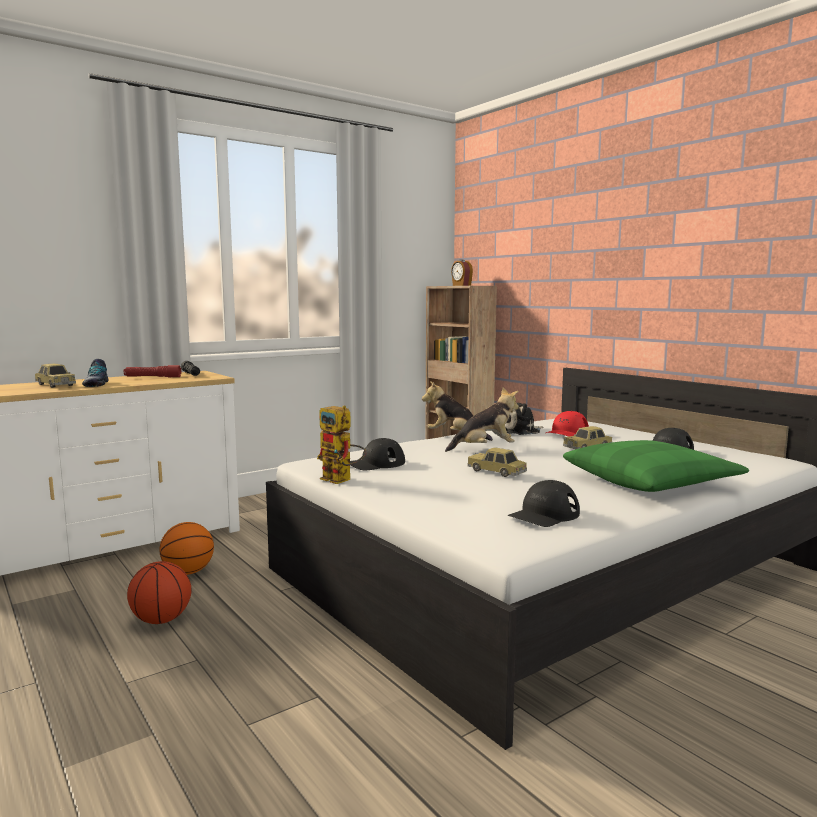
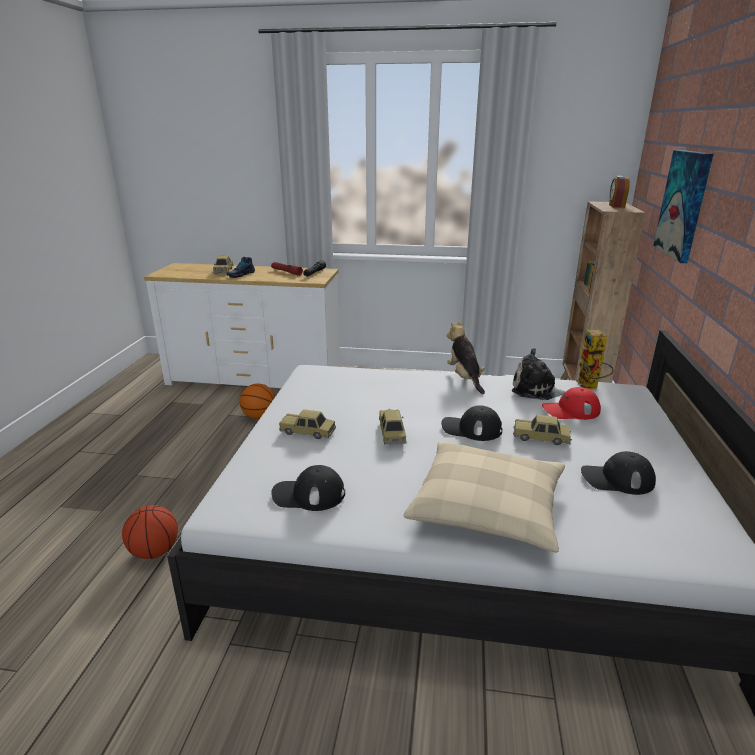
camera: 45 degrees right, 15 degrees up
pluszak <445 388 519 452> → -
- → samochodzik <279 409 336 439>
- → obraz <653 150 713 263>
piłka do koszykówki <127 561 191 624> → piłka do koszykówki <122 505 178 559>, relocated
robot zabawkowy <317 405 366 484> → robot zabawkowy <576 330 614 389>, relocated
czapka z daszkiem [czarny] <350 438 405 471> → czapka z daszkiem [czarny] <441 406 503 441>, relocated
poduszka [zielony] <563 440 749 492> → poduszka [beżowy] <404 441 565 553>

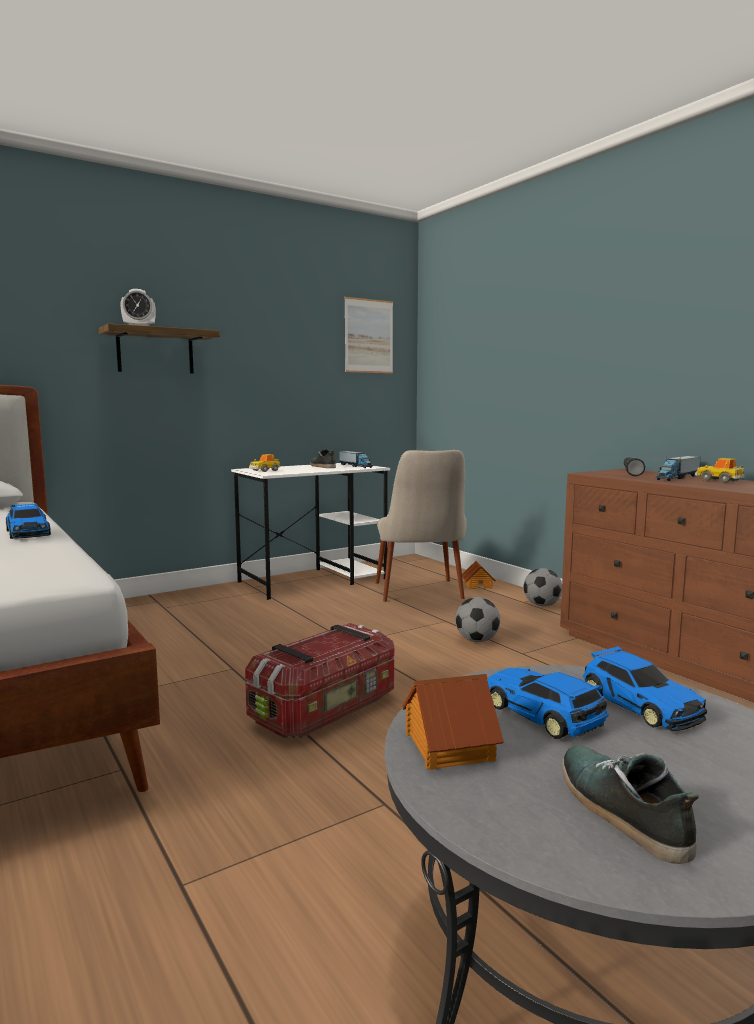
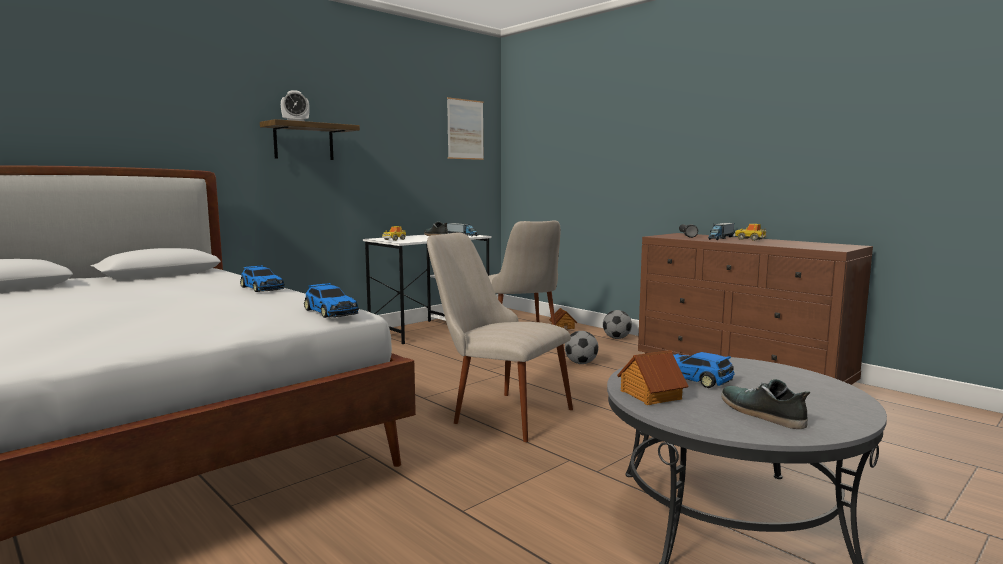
camera: 10 degrees left, 0 degrees up
samochodzik <583 646 707 731> → samochodzik <304 283 359 318>, relocated
pojemnik do przechowywania <245 623 394 738> → krzesło [beżowy] <427 233 573 442>

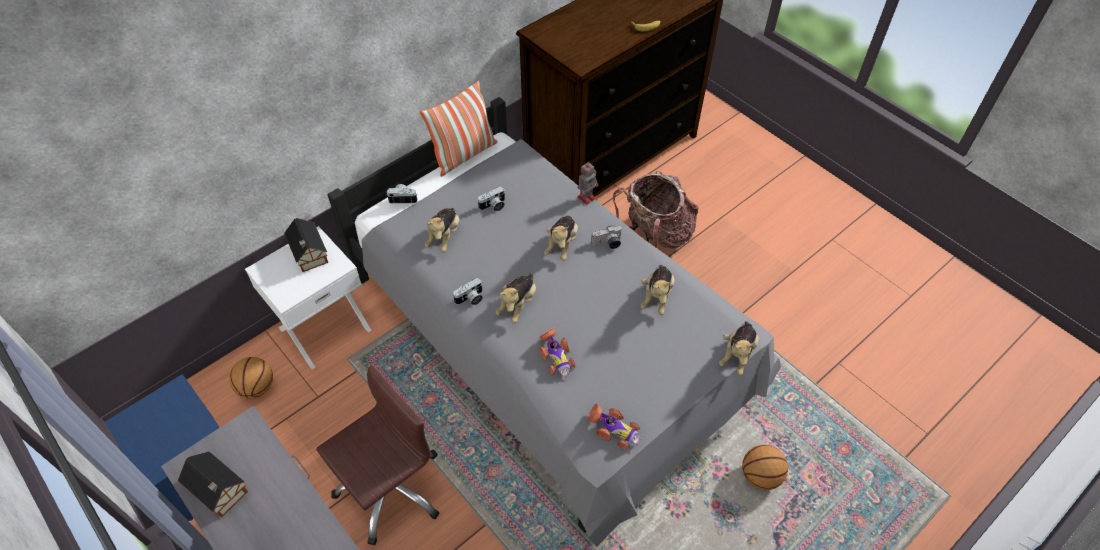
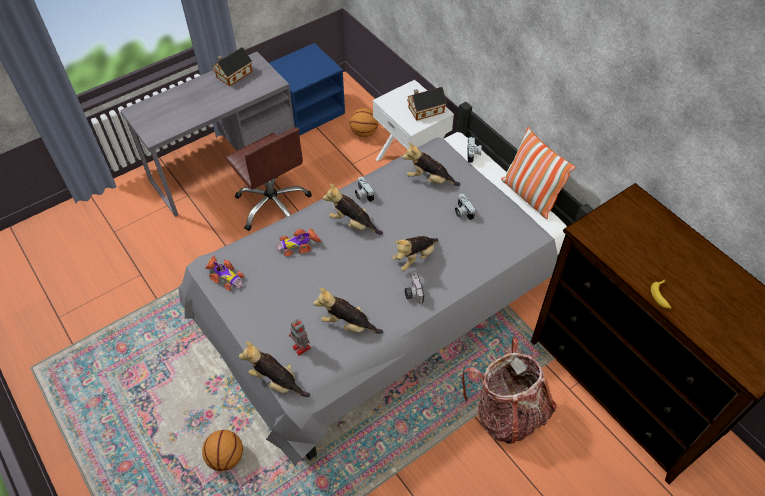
camera: 95 degrees right, 0 degrees up
robot zabawkowy <577 162 599 205> → robot zabawkowy <289 318 311 356>, relocated
pluszak <544 215 578 261> → pluszak <392 236 438 271>, 60 degrees counterclockwise
samochodzik <588 404 642 450> → samochodzik <205 255 245 291>, 90 degrees counterclockwise

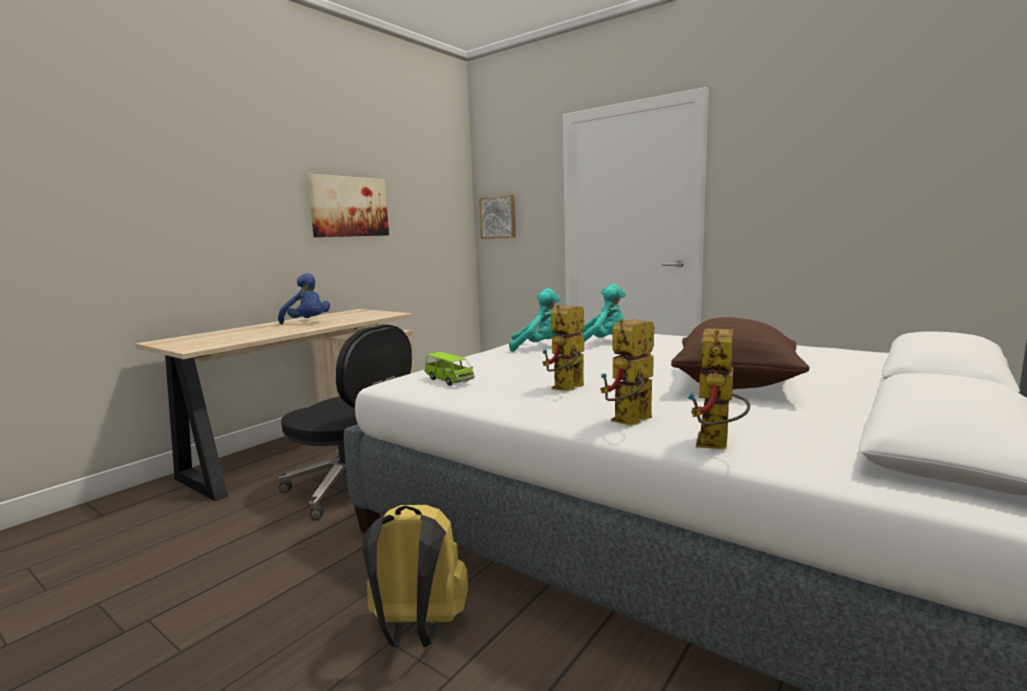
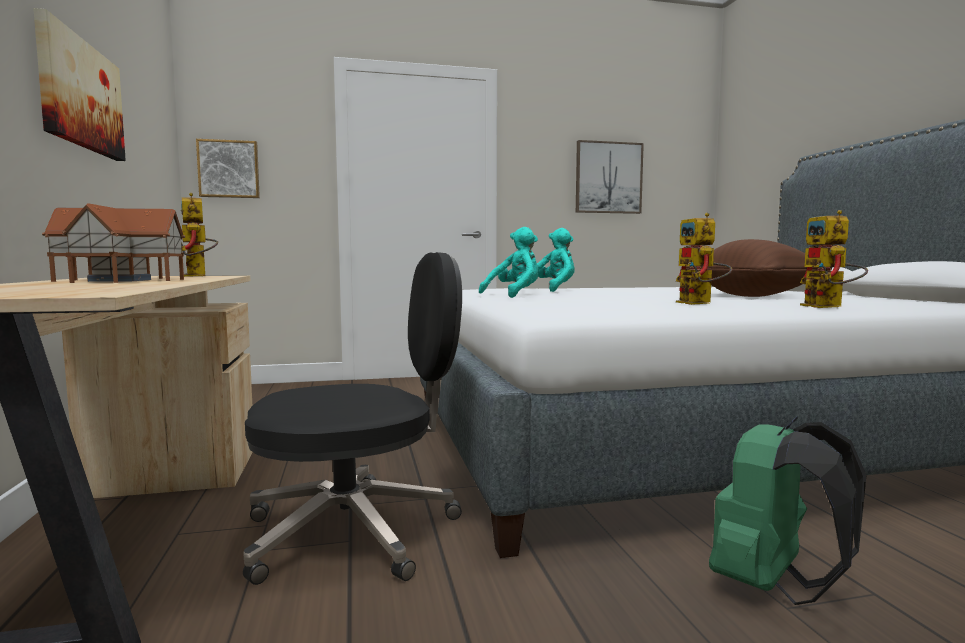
camera: 50 degrees left, 5 degrees down
samochodzik [zielony] <424 352 475 386> → -
- → obraz <576 140 644 214>
robot zabawkowy <687 329 750 449> → robot zabawkowy <181 193 218 277>, relocated
pluszak [niebieski] <278 273 330 324> → domek <42 203 185 283>
plecak [żółty] <363 505 468 647> → plecak [zielony] <709 417 866 605>

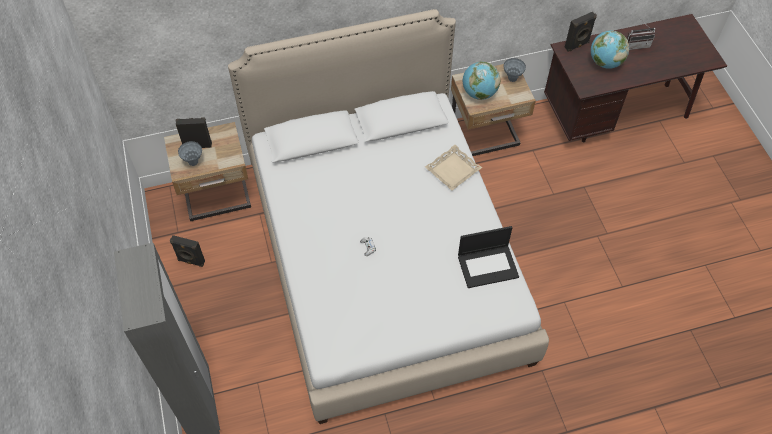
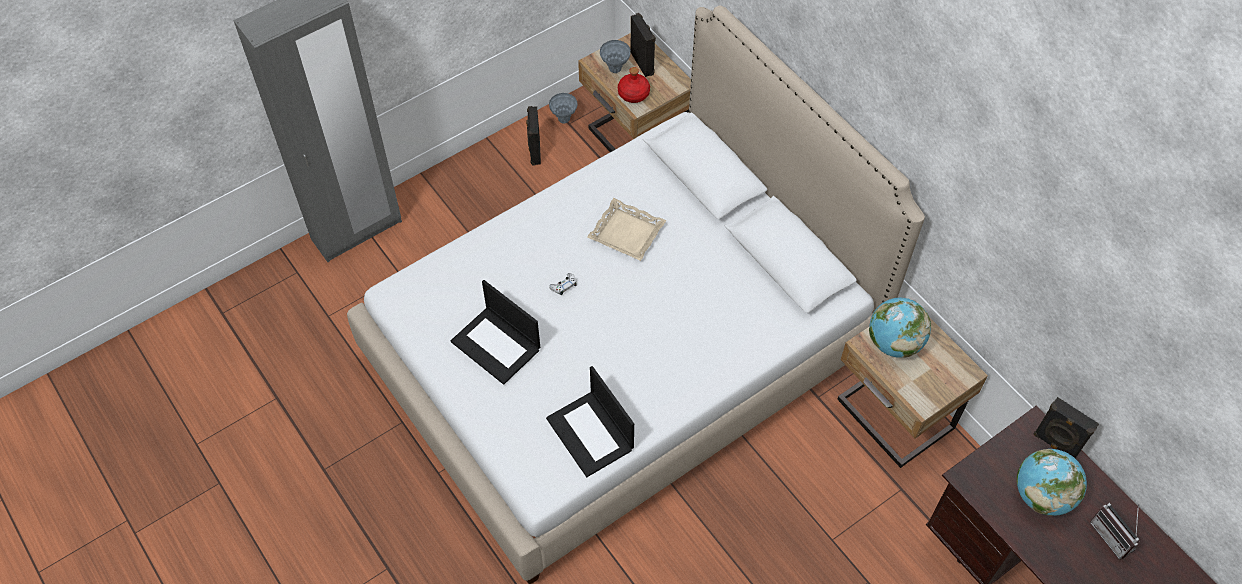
camera: 70 degrees right, 0 degrees up
- → laptop <451 280 540 385>
- → butelka [czerwony] <618 67 650 103>
taca [beżowy] <425 145 482 191> → taca [beżowy] <587 198 666 261>, relocated
wazon [szary] <504 58 526 82> → wazon [szary] <549 93 578 123>, relocated

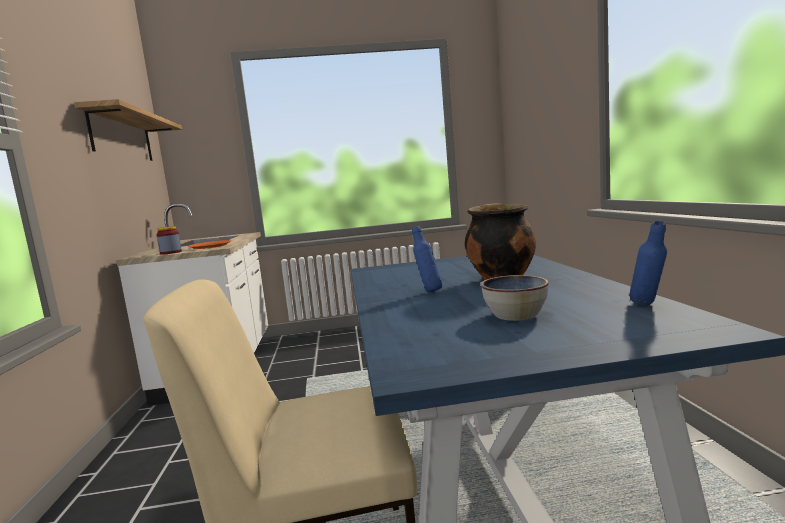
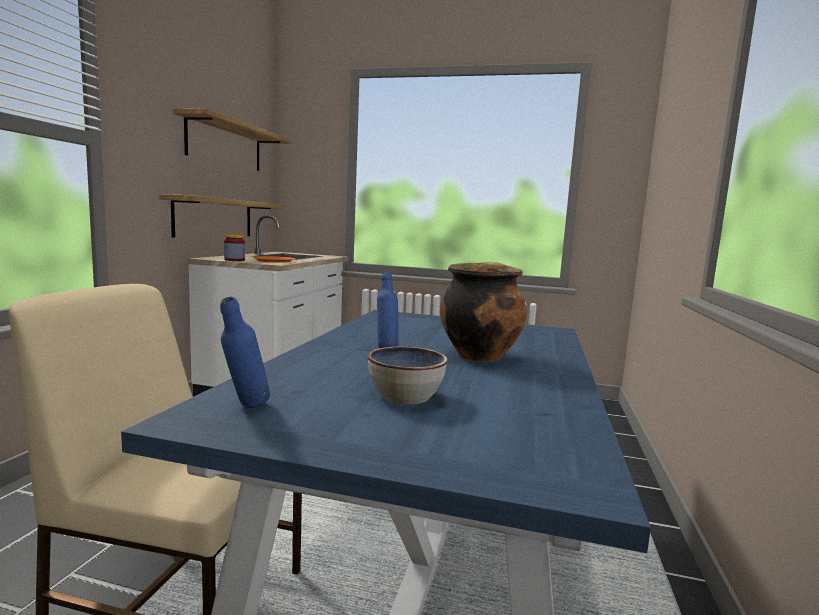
camera: 20 degrees right, 0 degrees up
- → półka <159 194 282 237>
butelka [niebieski] <630 221 667 305> → butelka [niebieski] <220 297 270 408>, relocated

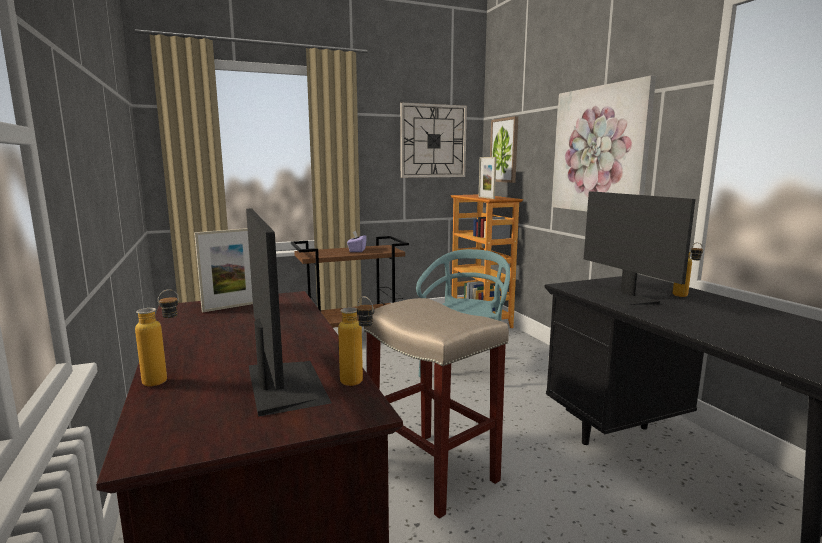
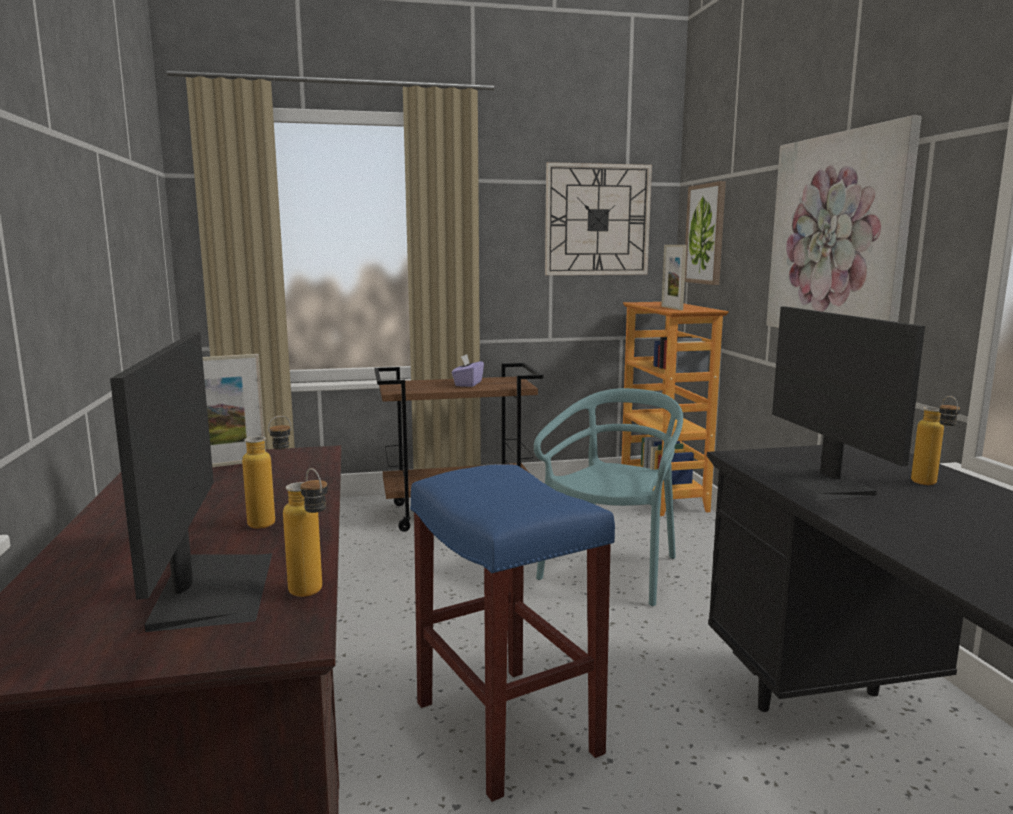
camera: 10 degrees right, 0 degrees up
butelka <135 289 179 386> → butelka <242 416 292 529>, relocated
stołek [beżowy] <364 298 509 519> → stołek [niebieski] <410 464 615 802>

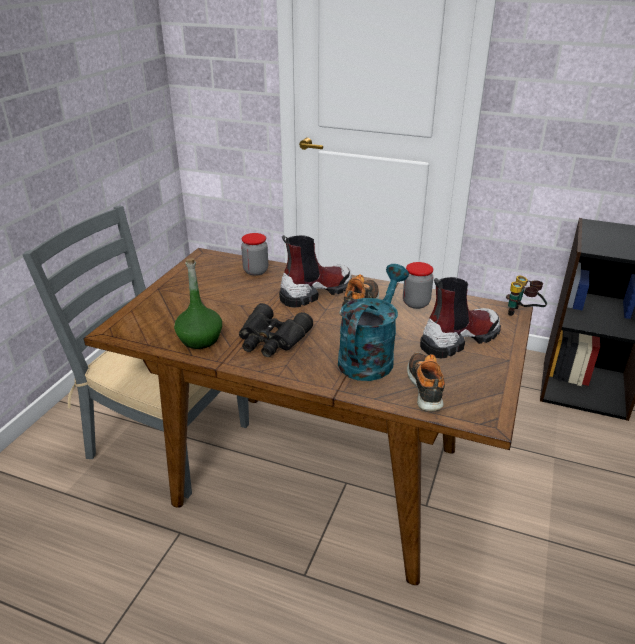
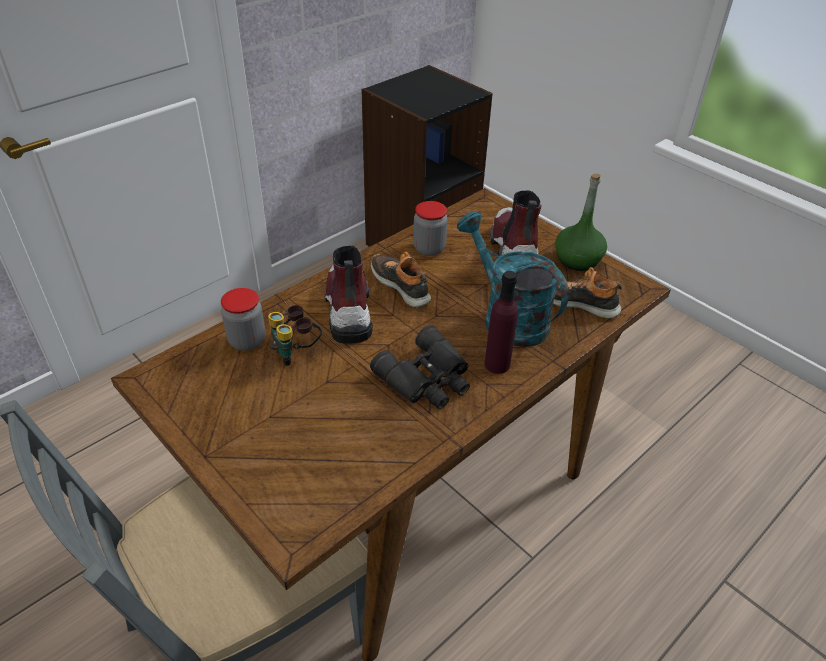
camera: 65 degrees left, 10 degrees up
- → butelka [fioletowy] <485 271 518 374>
butelka [zielony] <174 258 222 349> → butelka [zielony] <555 174 607 271>, relocated
lornetka <506 276 547 316> → lornetka <268 305 322 366>, relocated

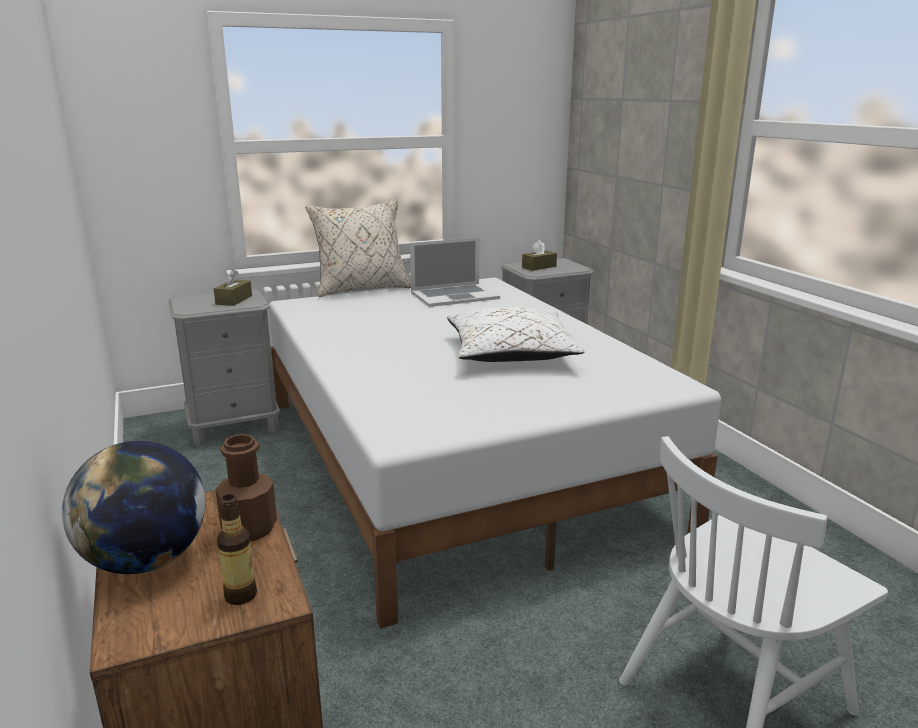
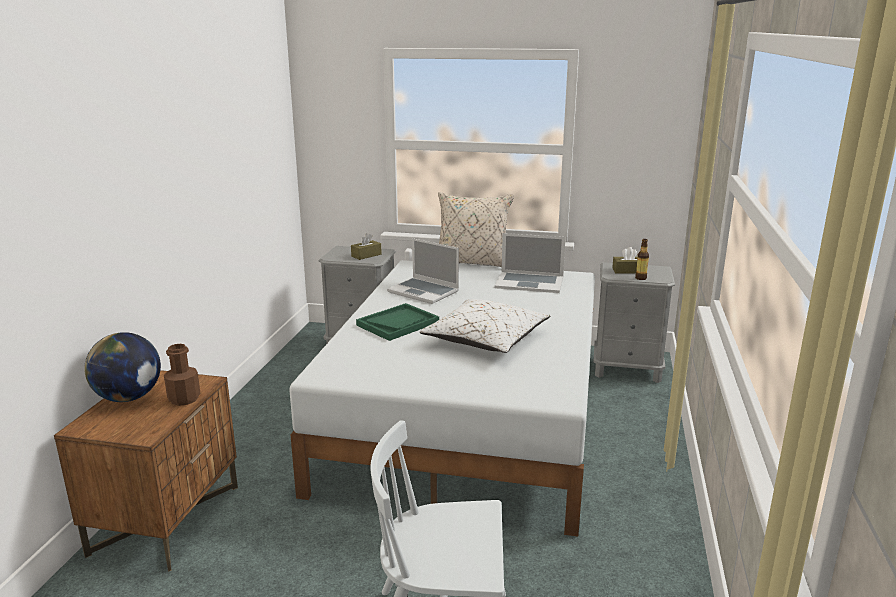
camera: 35 degrees right, 0 degrees up
- → taca [zielony] <356 303 439 341>
- → laptop <387 238 459 304>
butelka <217 494 257 605> → butelka <635 239 649 280>, relocated

